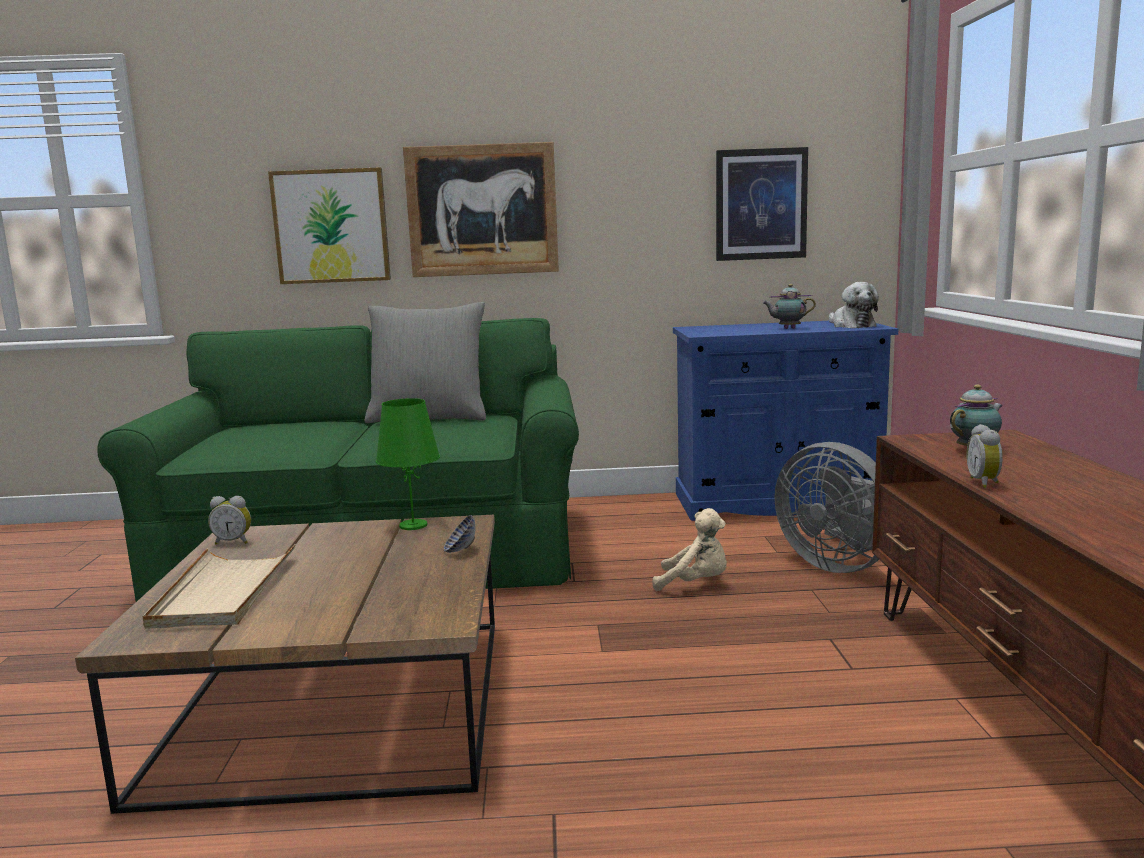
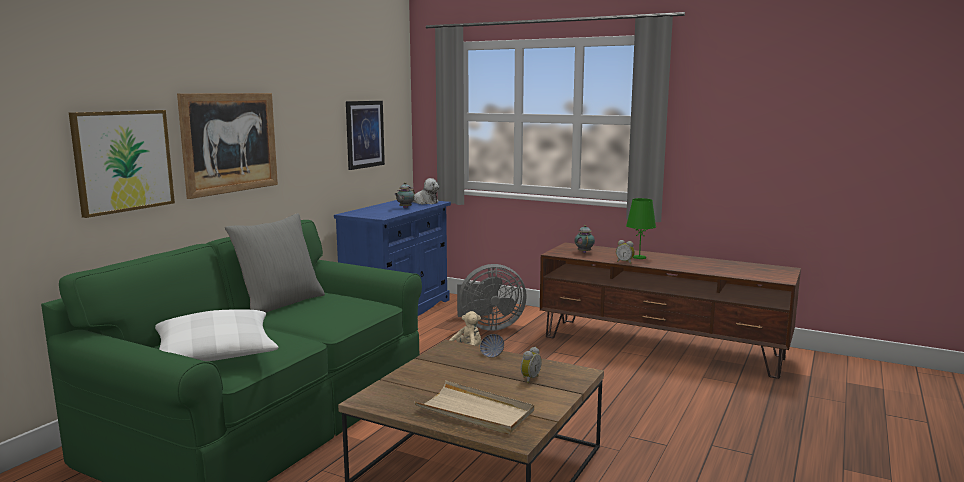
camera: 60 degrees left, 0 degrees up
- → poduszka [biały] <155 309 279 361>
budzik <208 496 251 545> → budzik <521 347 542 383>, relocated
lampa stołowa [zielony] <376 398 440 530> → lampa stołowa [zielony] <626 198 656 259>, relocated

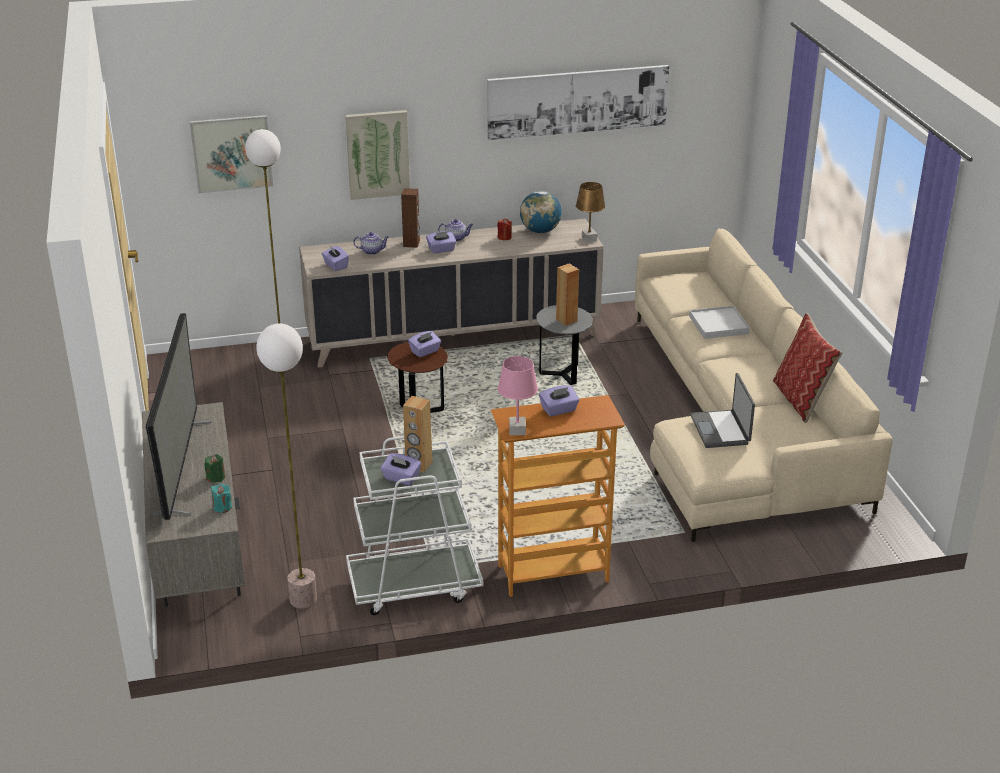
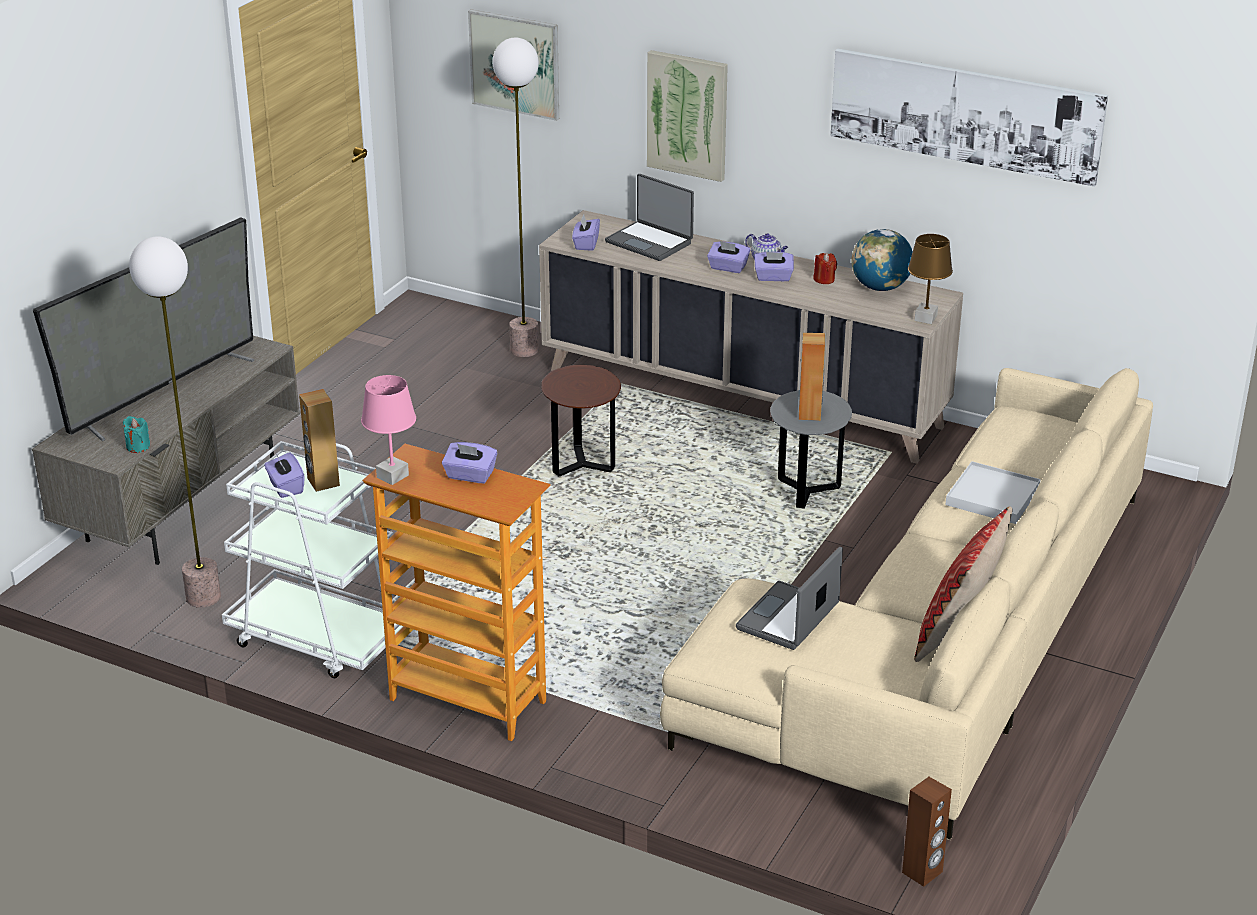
camera: 40 degrees right, 0 degrees up
świeca [zielony] <205 454 225 483> → -
głośnik [brązowy] <401 188 420 248> → głośnik [brązowy] <902 777 952 887>, relocated
pudełko chusteczek [fioletowy] <408 331 441 357> → pudełko chusteczek [fioletowy] <754 252 794 281>, relocated
imbryk <353 232 389 255> → laptop <605 174 694 261>

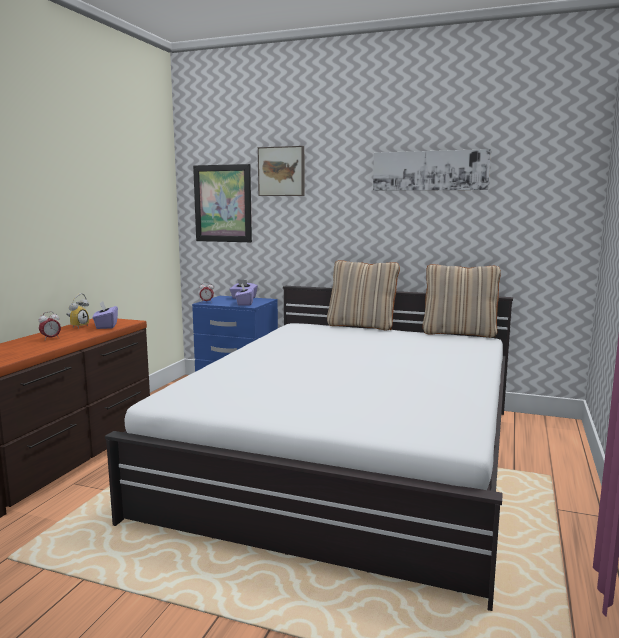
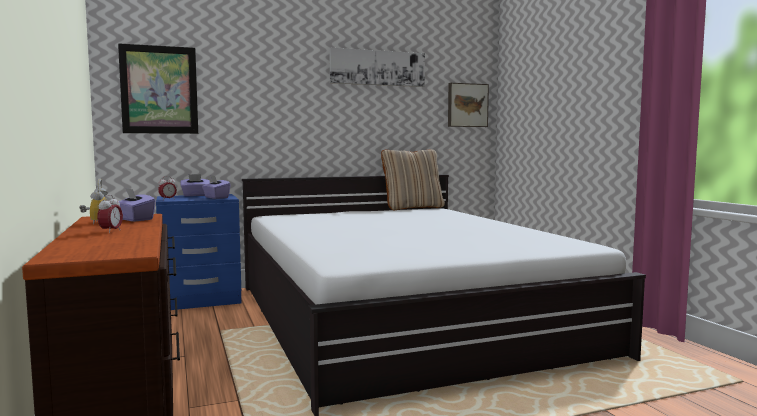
camera: 40 degrees left, 5 degrees down
poduszka [beżowy] <327 260 400 331> → -
obraz <258 146 304 196> → obraz <448 83 489 127>, relocated

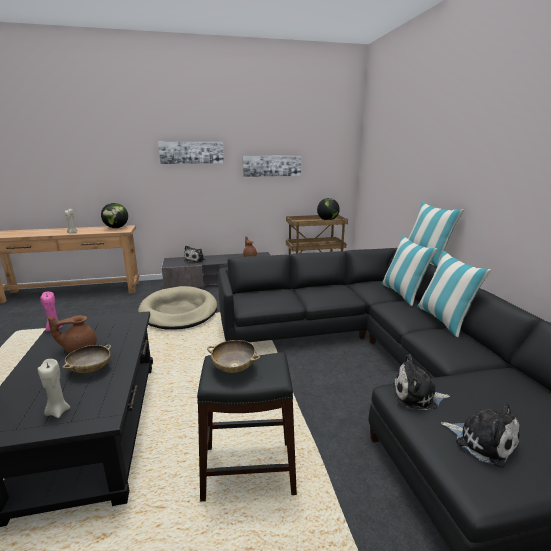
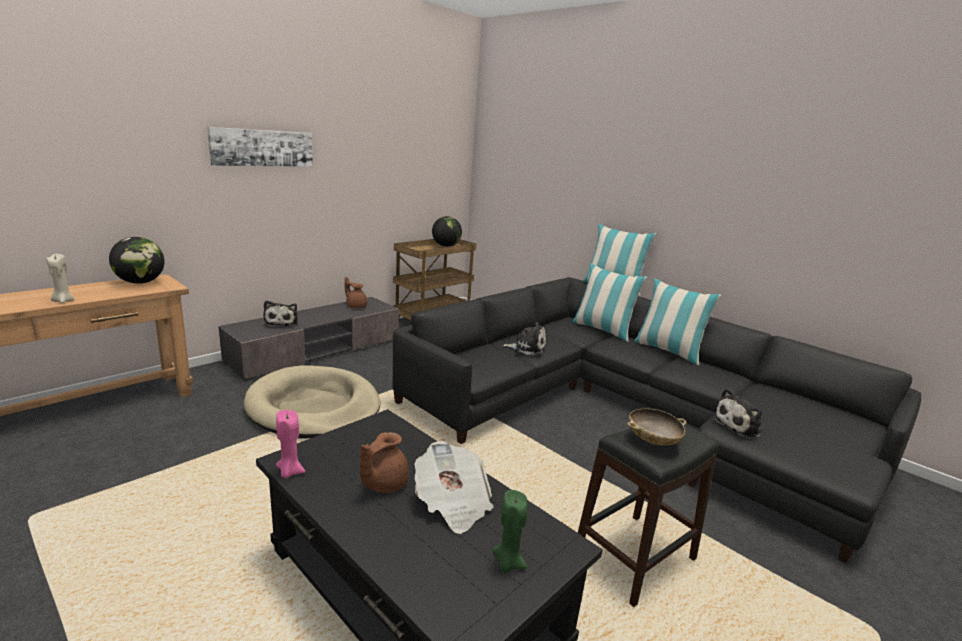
camera: 35 degrees left, 0 degrees up
obraz <243 156 301 177> → -
pluszak <441 403 520 468> → pluszak <502 322 546 355>, relocated
miska [beżowy] <62 345 111 373> → gazeta <414 441 493 534>
świeca [beżowy] <38 359 70 418> → świeca [zielony] <492 490 528 573>

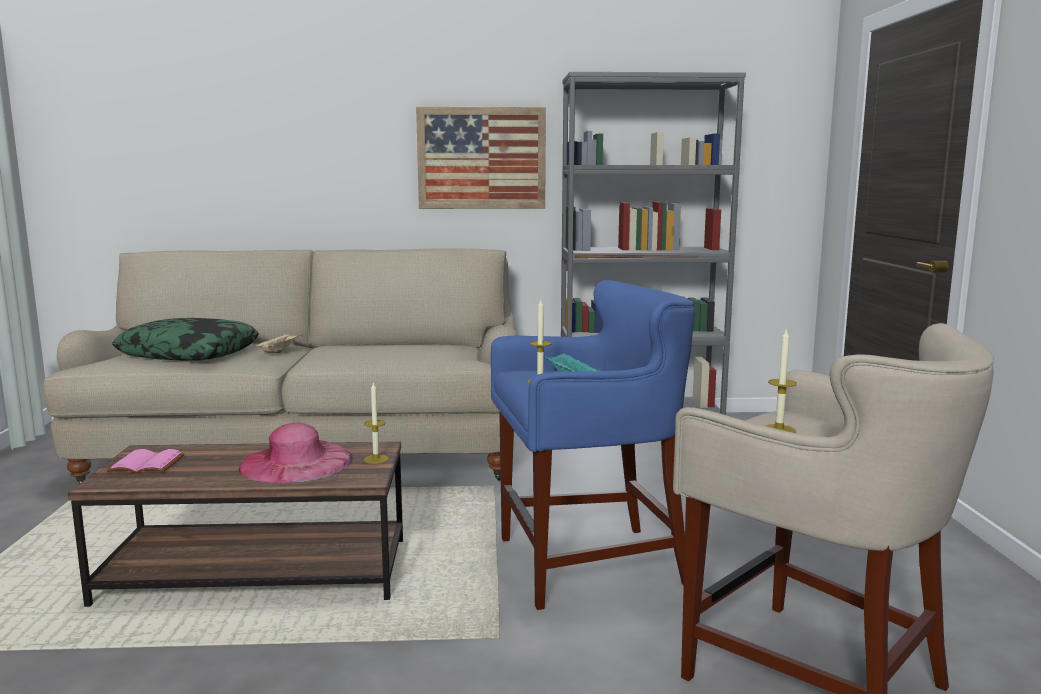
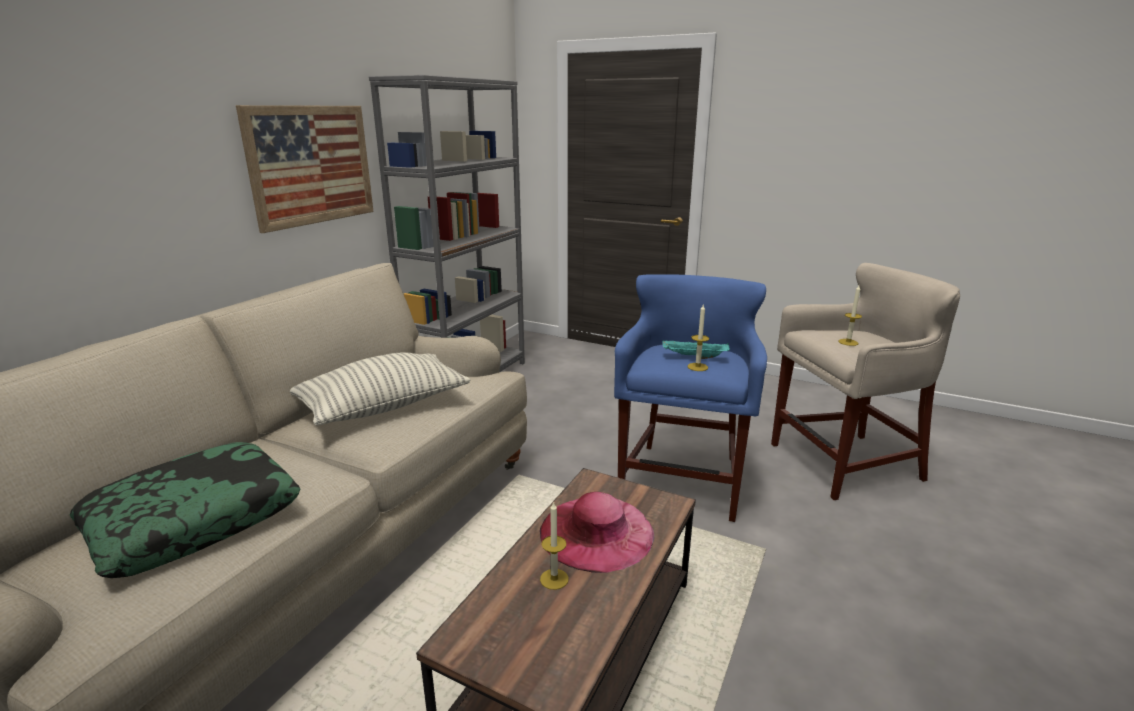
camera: 60 degrees left, 10 degrees up
książka [różowy] <107 449 184 474> → -
taca [beżowy] <254 333 301 353> → -
- → poduszka <290 352 470 426>
świeca <364 382 389 464> → świeca <540 501 569 590>, relocated

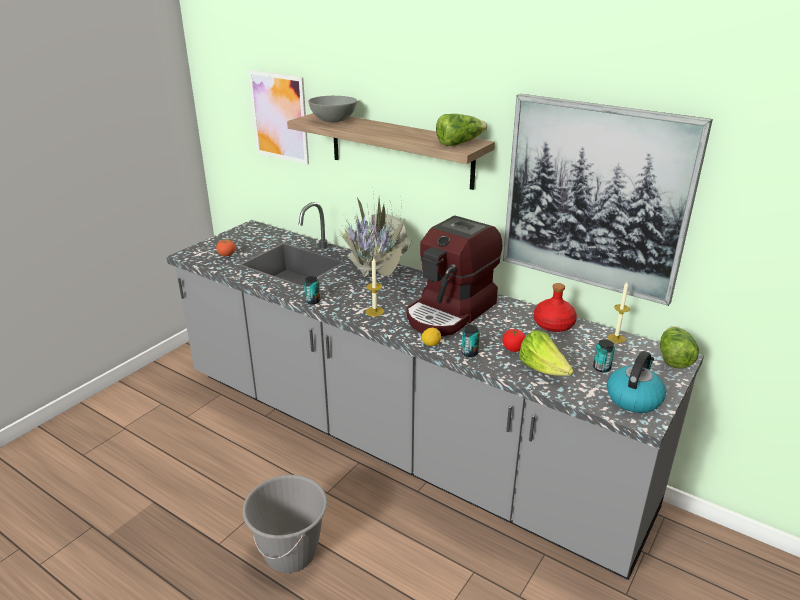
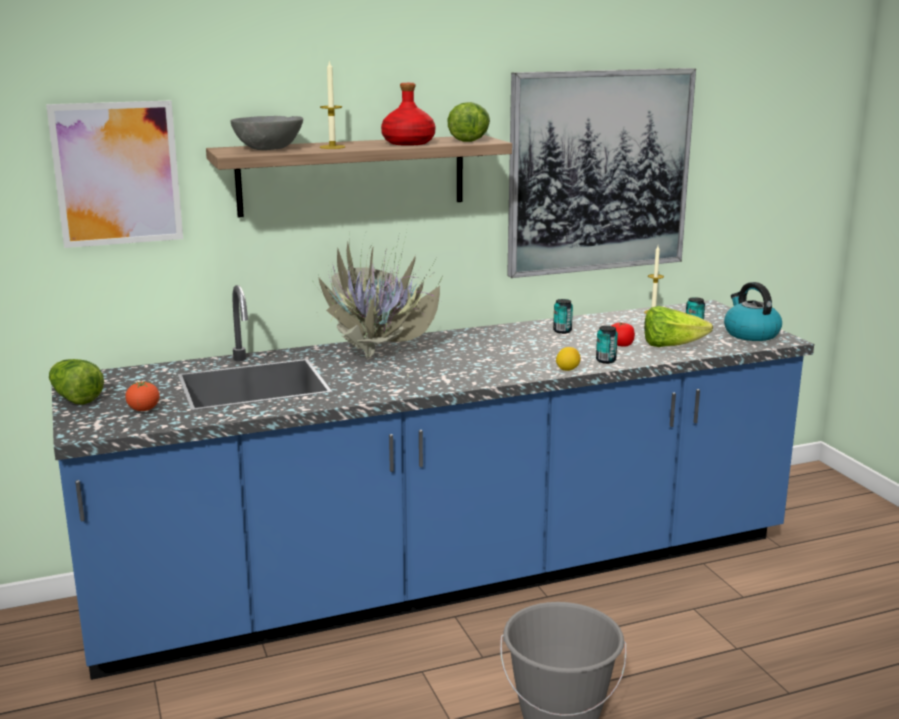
camera: 55 degrees left, 10 degrees down
ekspres do kawy <406 216 503 336> → -
puszka <304 276 320 304> → puszka <553 299 573 334>, relocated
świeca <366 258 384 317> → świeca <320 60 346 149>, relocated
butelka [czerwony] <534 283 577 332> → butelka [czerwony] <381 83 436 146>, relocated
sałata <660 326 699 369> → sałata <49 359 104 405>, relocated
zabudowa kuchenna [szary] <166 202 704 580> → zabudowa kuchenna [niebieski] <51 285 814 680>

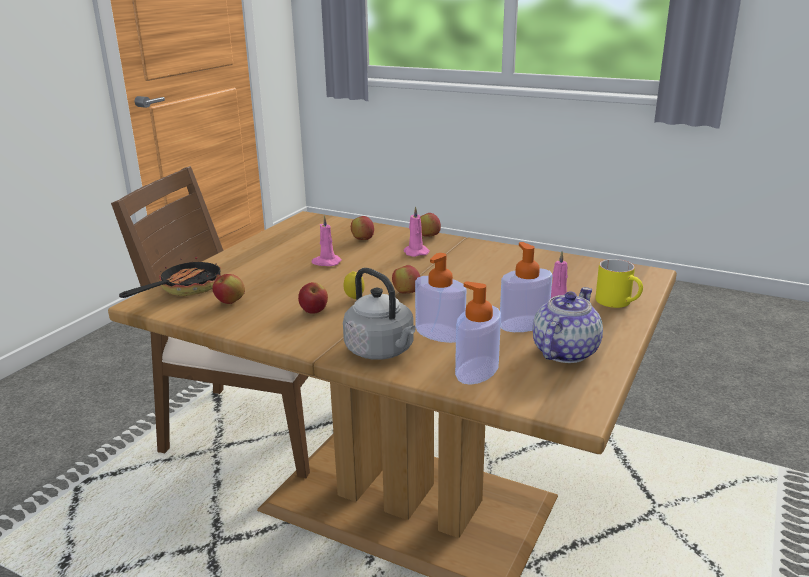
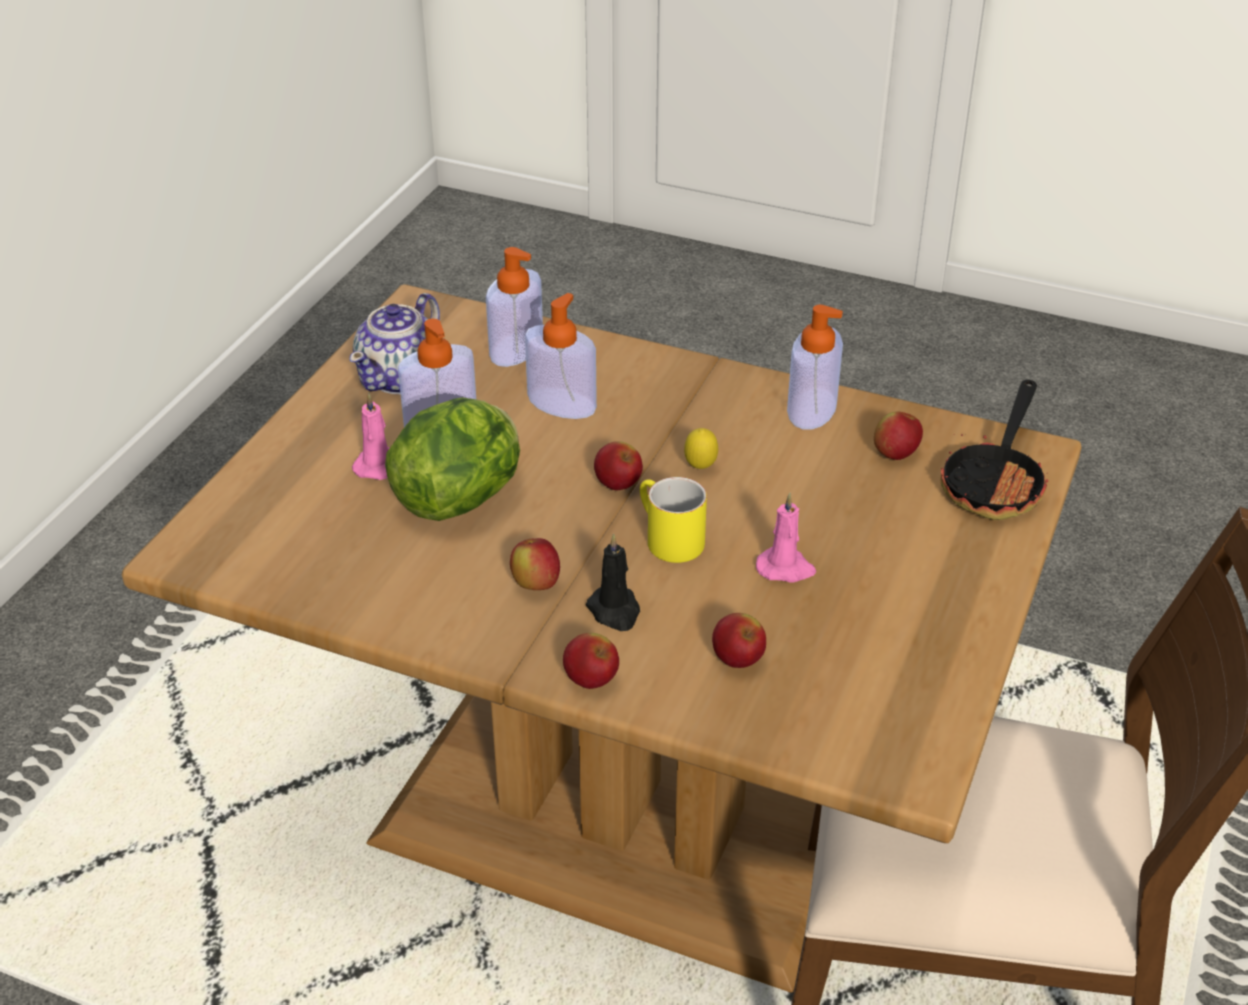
camera: 175 degrees right, 15 degrees up
czajnik [szary] <343 268 416 360> → -
- → sałata <385 398 520 521>
- → dozownik mydła <787 305 843 430>
jabłko <298 282 328 314> → jabłko <510 538 560 590>, relocated
kubek [żółty] <595 259 643 308> → kubek [żółty] <640 477 707 563>, relocated
świeca [różowy] <404 206 430 257> → świeca [czarny] <586 533 640 631>

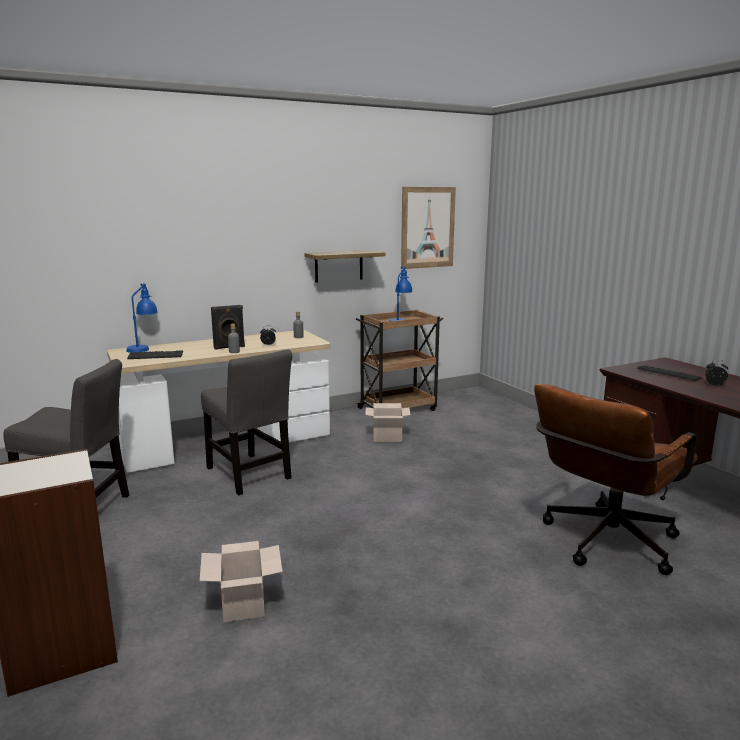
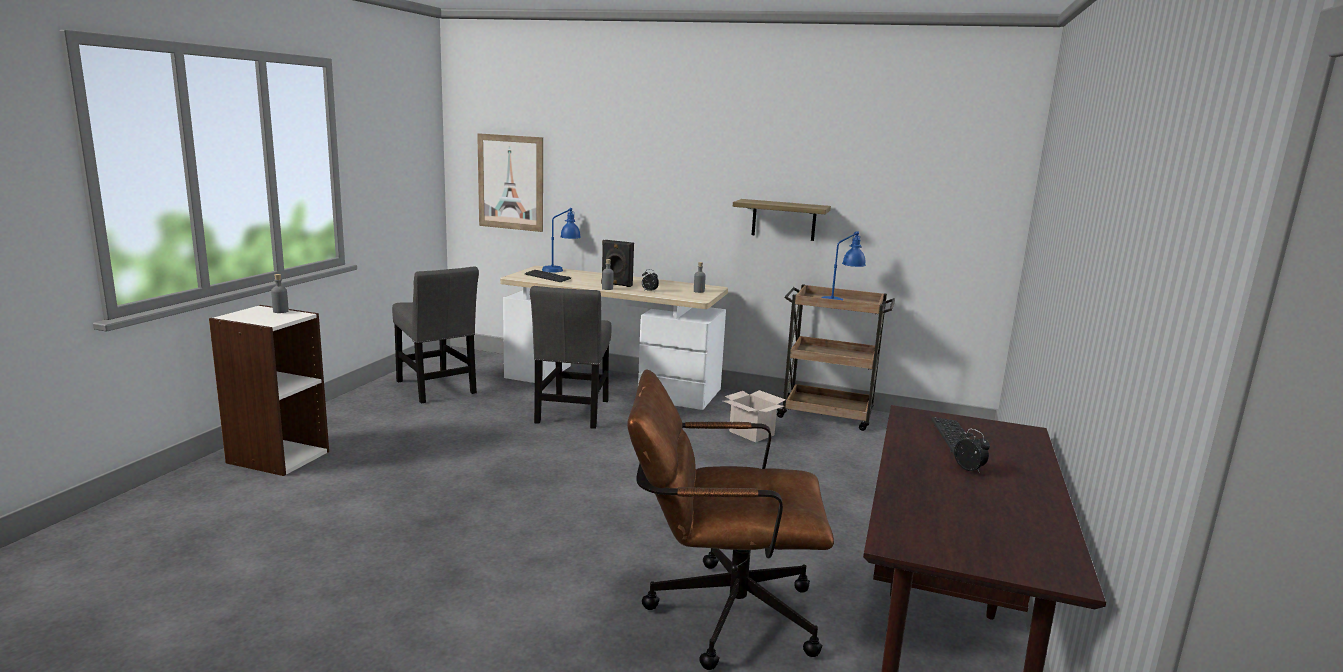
camera: 45 degrees right, 0 degrees up
karton <200 541 283 622> → -
- → butelka [szary] <271 274 289 313>
obraz <401 187 456 269> → obraz <477 133 543 232>, relocated

